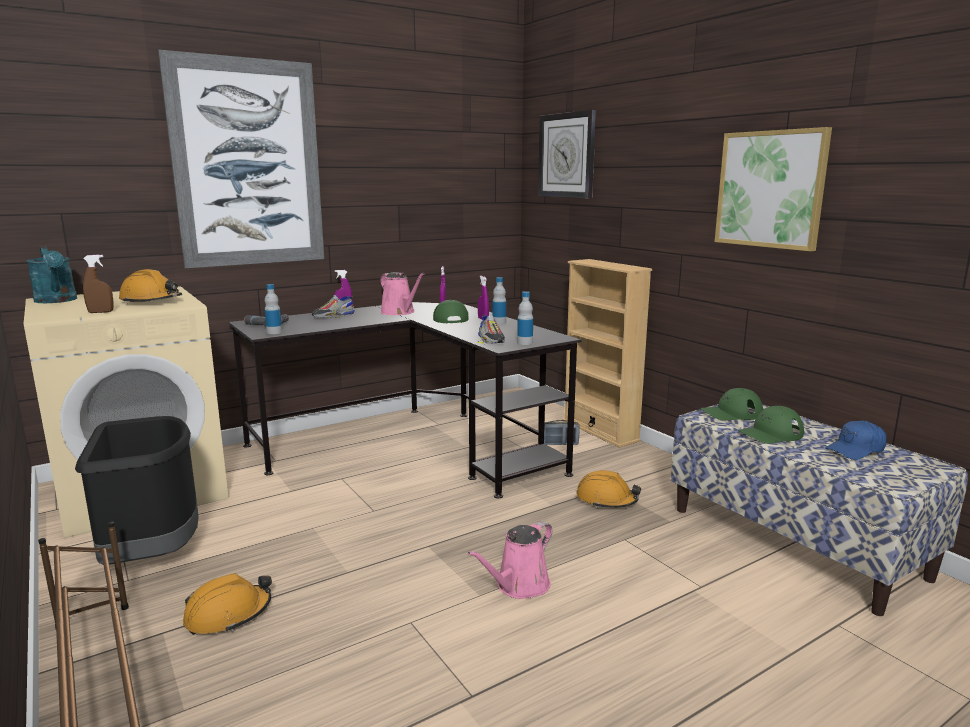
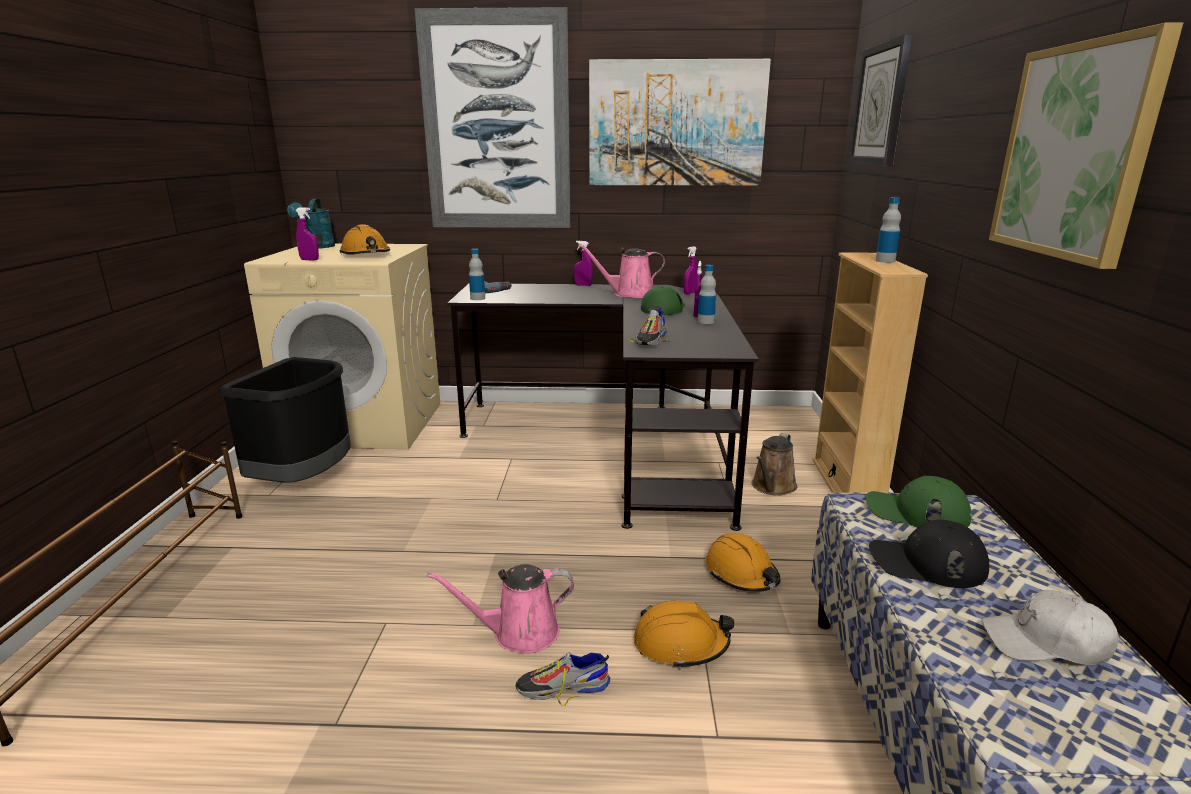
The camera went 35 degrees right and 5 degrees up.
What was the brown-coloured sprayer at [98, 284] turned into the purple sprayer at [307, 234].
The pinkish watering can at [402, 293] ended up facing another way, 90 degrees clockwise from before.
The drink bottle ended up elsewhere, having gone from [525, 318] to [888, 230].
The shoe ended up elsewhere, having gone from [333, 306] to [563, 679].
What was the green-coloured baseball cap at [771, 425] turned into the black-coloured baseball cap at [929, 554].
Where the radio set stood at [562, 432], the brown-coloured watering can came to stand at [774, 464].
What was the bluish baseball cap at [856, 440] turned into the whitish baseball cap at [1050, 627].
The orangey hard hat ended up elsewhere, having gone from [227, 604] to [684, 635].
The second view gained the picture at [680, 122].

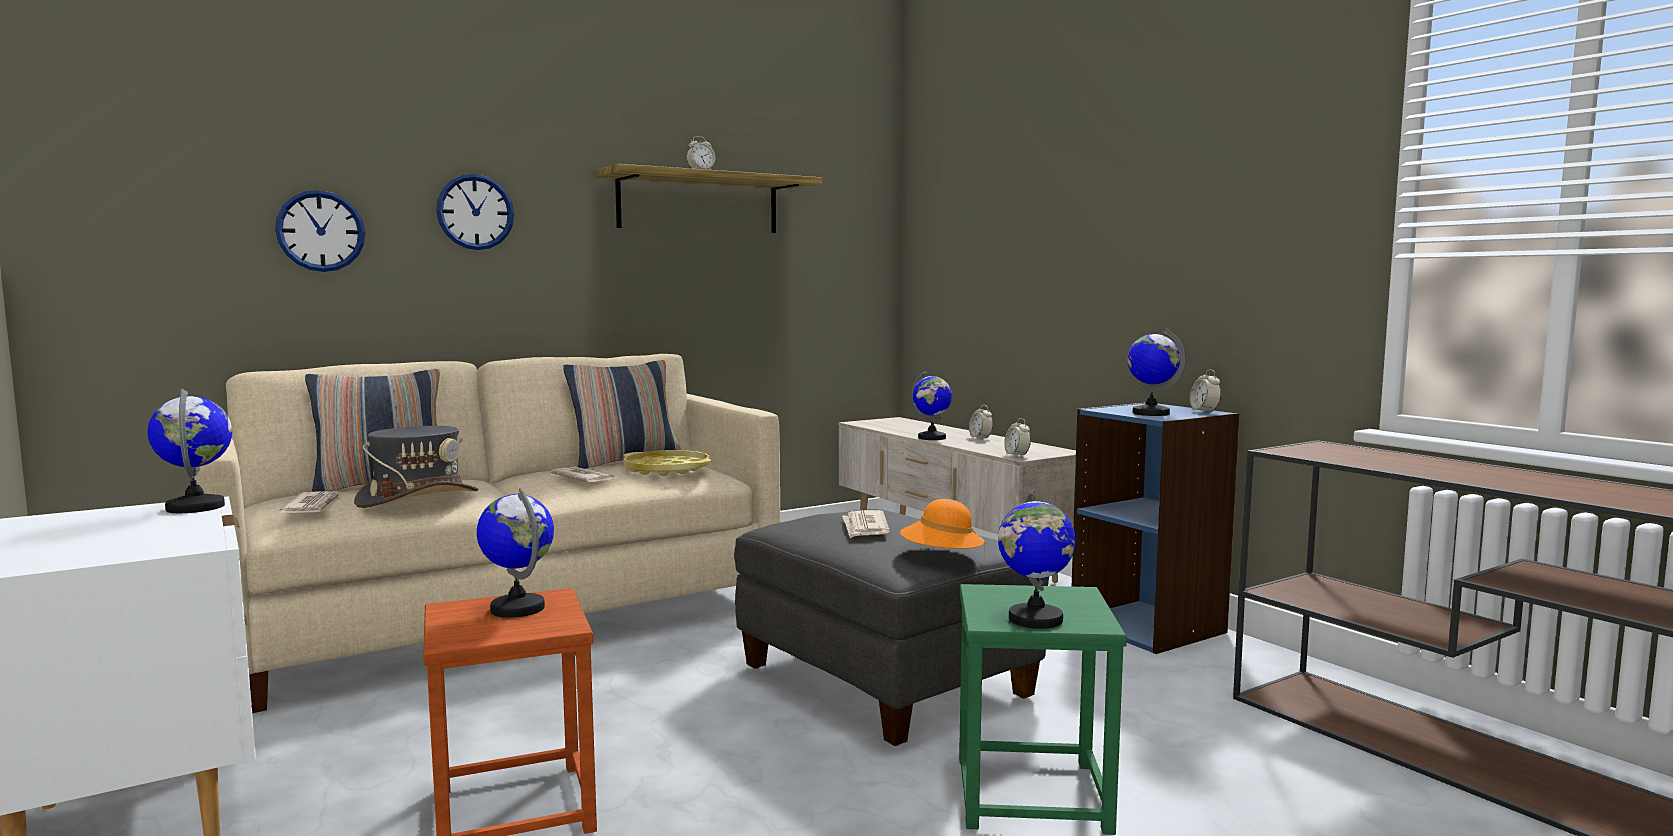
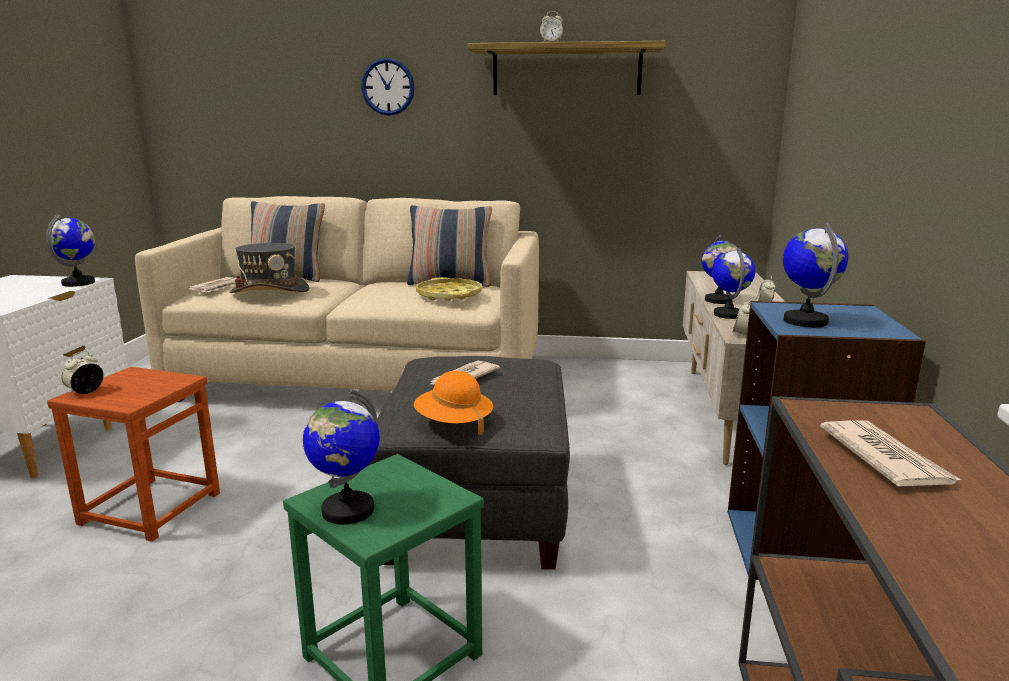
The camera went 40 degrees right and 10 degrees up.
The second view lost the clock on the wall at [320, 231].
The table clock ended up elsewhere, having gone from [1205, 391] to [82, 372].
The newspaper ended up elsewhere, having gone from [583, 474] to [890, 453].
The world globe ended up elsewhere, having gone from [515, 553] to [733, 283].

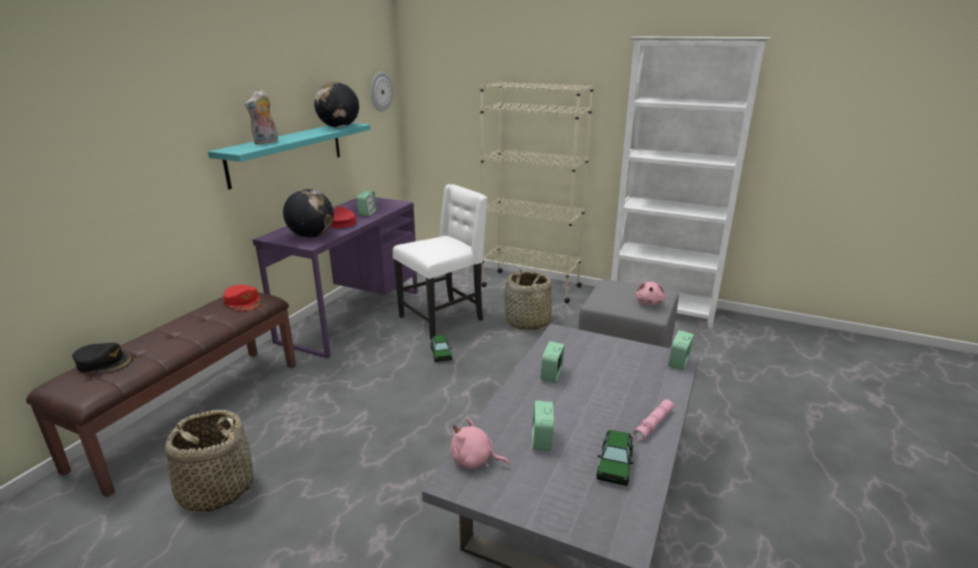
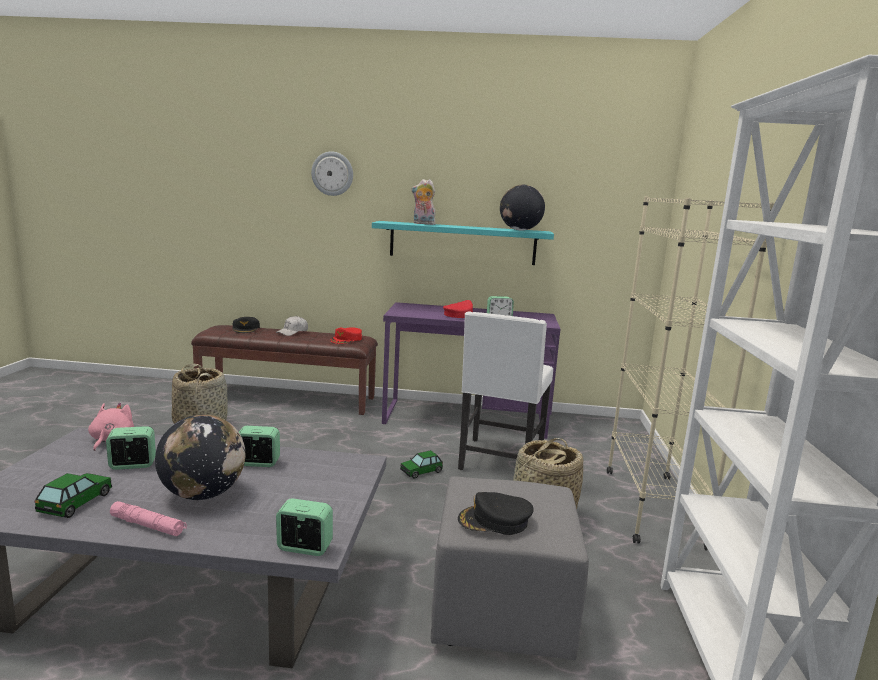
The camera went 70 degrees right and 10 degrees down.
The clock on the wall ended up elsewhere, having gone from [382, 92] to [332, 173].
The whitish plain chair at [440, 261] ended up facing another way, 75 degrees clockwise from before.
The world globe ended up elsewhere, having gone from [308, 213] to [200, 457].
Where the pinkish plush toy stood at [650, 293], the black-coloured baseball cap came to stand at [496, 513].
The toy car at [615, 458] ended up facing another way, 105 degrees clockwise from before.
The second view gained the whitish baseball cap at [292, 326].

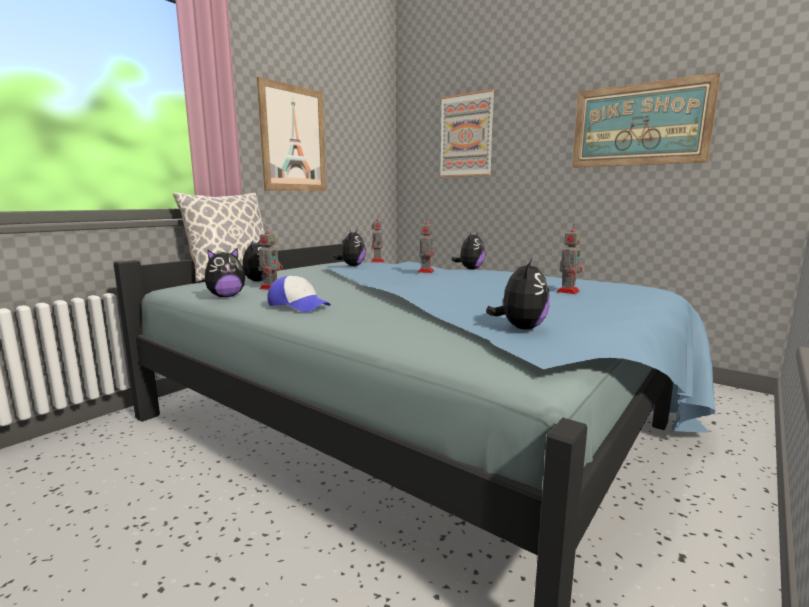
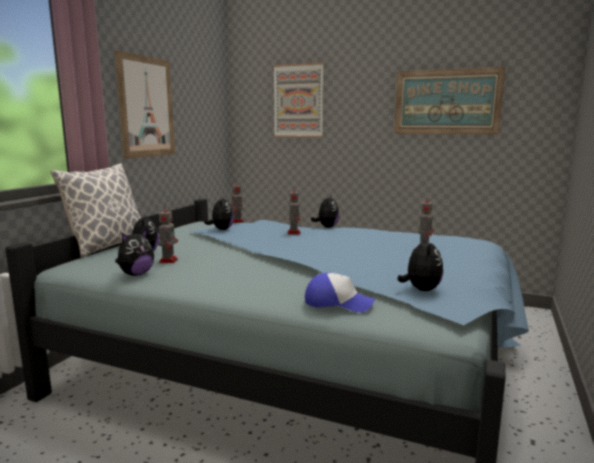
The camera went 15 degrees left and 0 degrees up.
The baseball cap ended up elsewhere, having gone from [299, 294] to [340, 292].

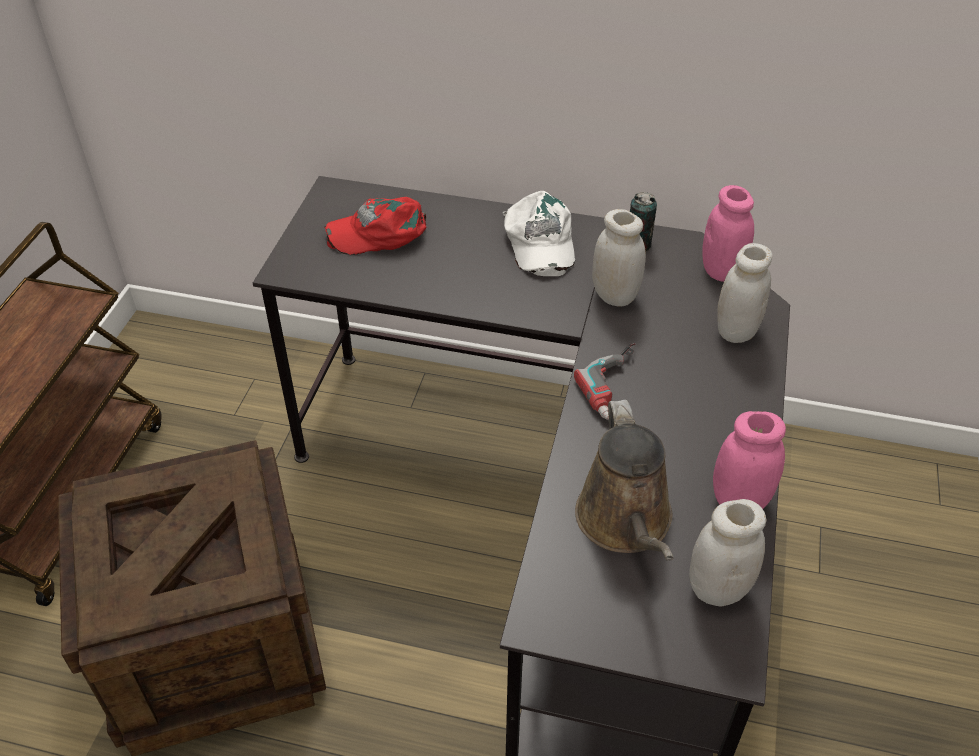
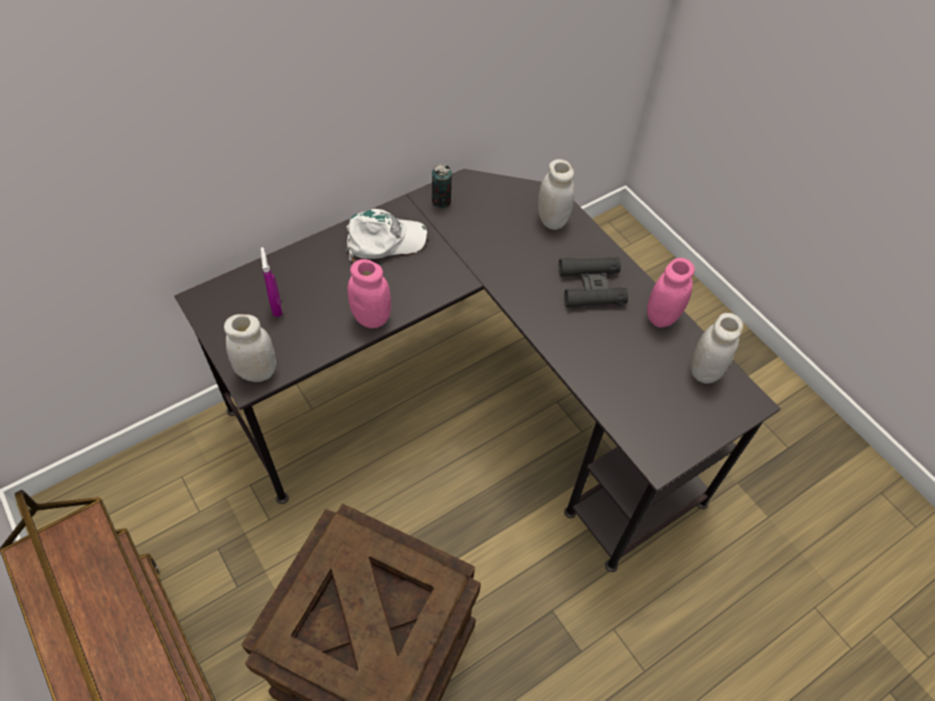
The camera went 50 degrees left and 10 degrees up.
The pinkish jar ended up elsewhere, having gone from [728, 233] to [369, 293].
The whitish baseball cap at [539, 233] ended up facing another way, 45 degrees counterclockwise from before.
Where the reddish baseball cap stood at [375, 226], the purple sprayer came to stand at [271, 282].
The whitish jar ended up elsewhere, having gone from [619, 258] to [250, 348].
The second view lost the electric drill at [605, 381].
The second view lost the brown-coloured watering can at [624, 480].
The second view gained the black-coloured field glasses at [593, 282].

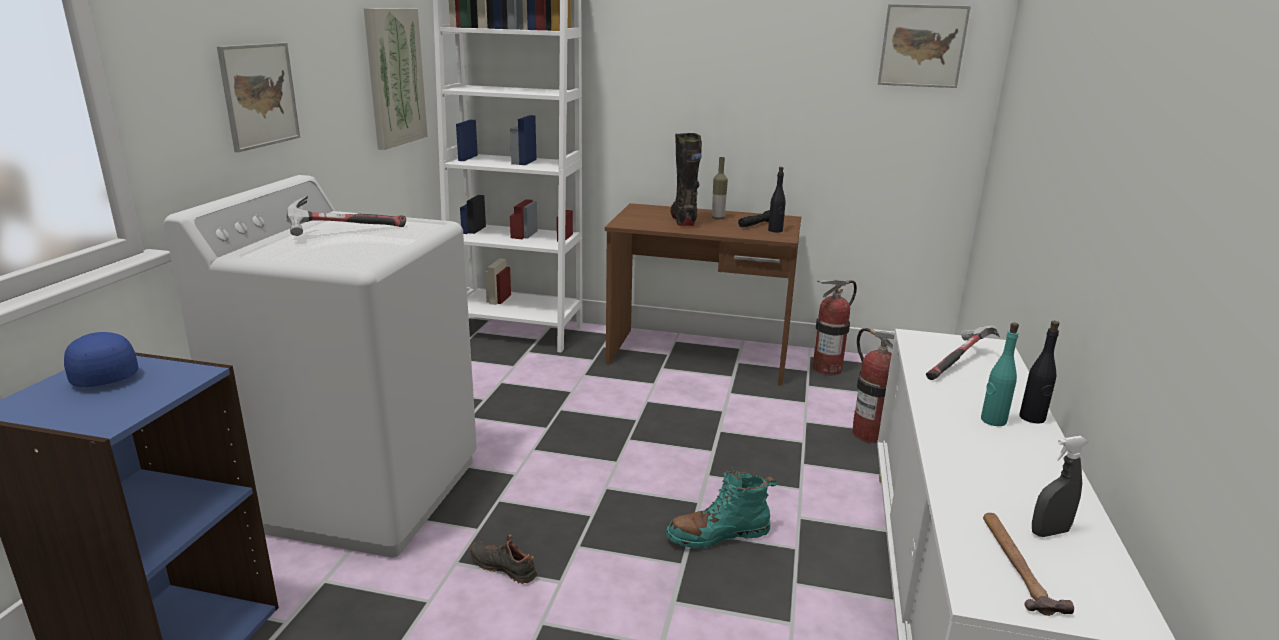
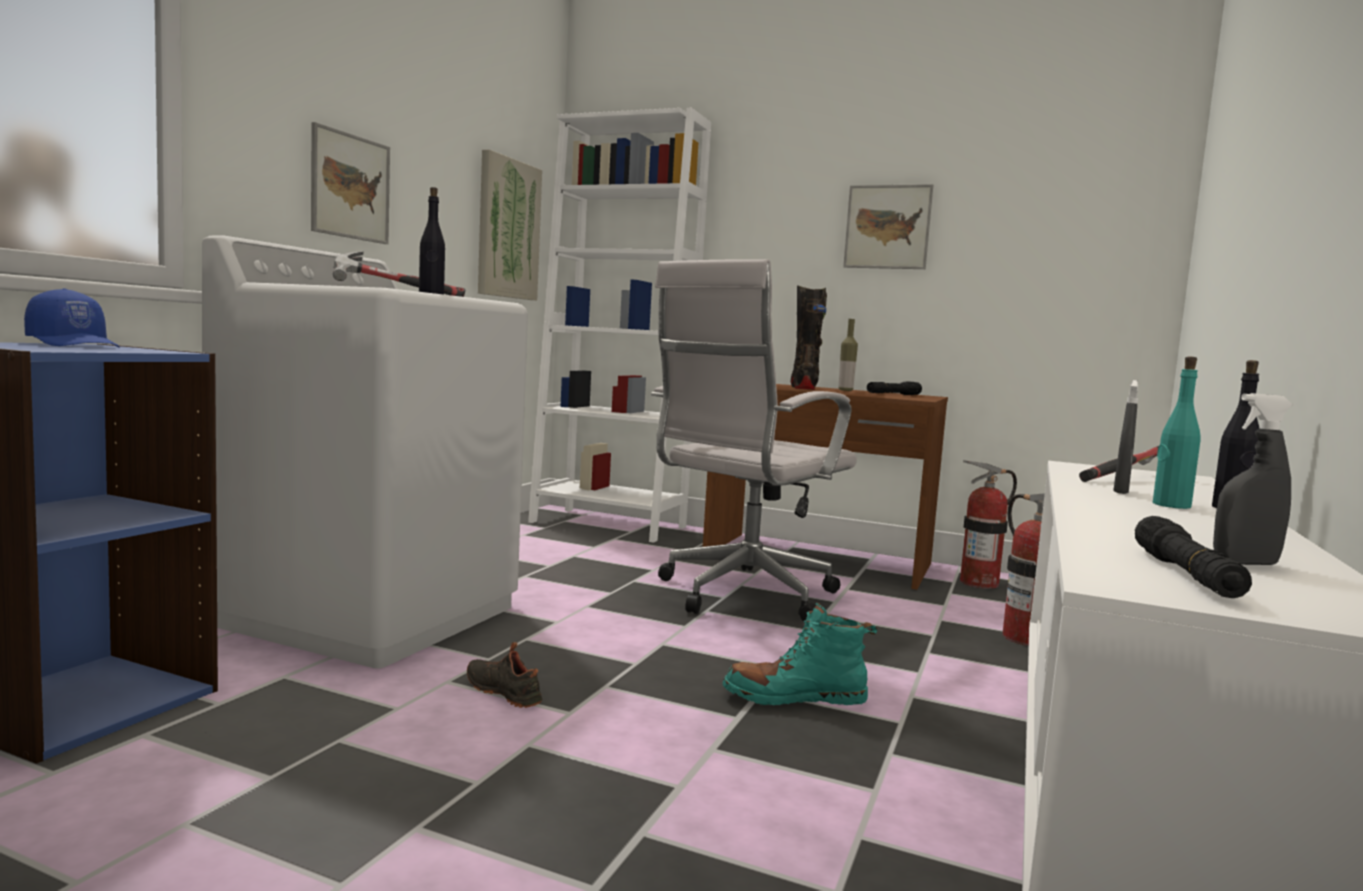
The camera went 10 degrees right and 15 degrees down.
The picture ended up elsewhere, having gone from [924, 46] to [888, 226].
The black-coloured drink bottle ended up elsewhere, having gone from [777, 199] to [432, 241].
The bluish baseball cap at [101, 359] ended up facing another way, 150 degrees clockwise from before.
Where the hammer stood at [1028, 564], the black-coloured torch came to stand at [1193, 557].
The second view gained the whitish desk chair at [754, 440].
The second view gained the greyish sprayer at [1125, 437].

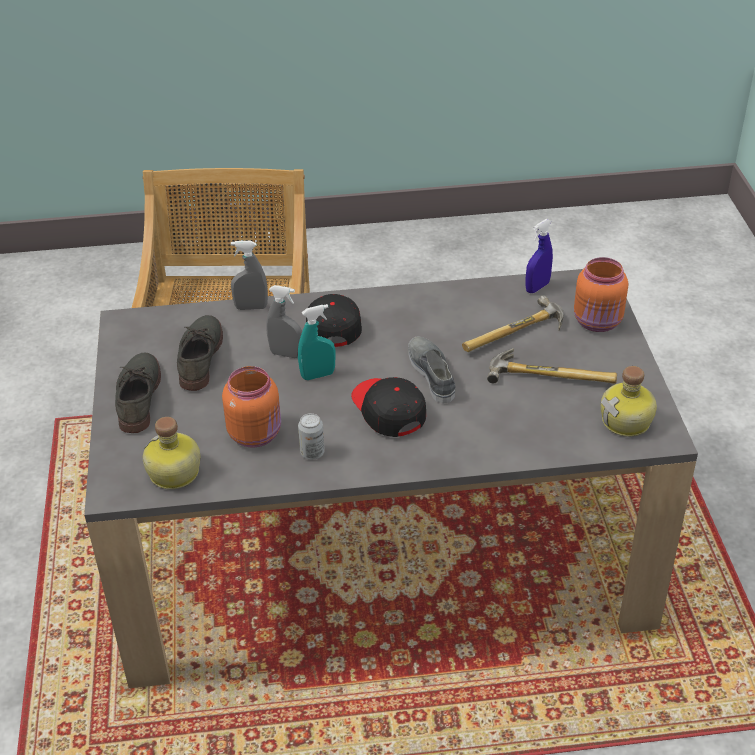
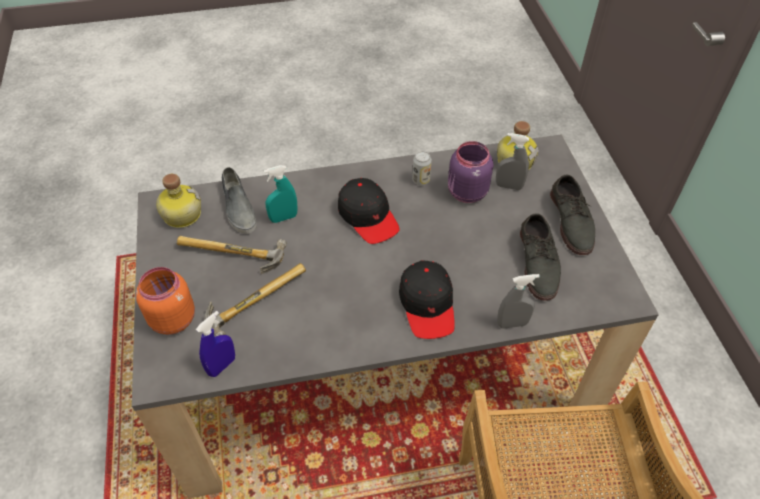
The camera went 175 degrees right and 10 degrees up.
The greyish sprayer ended up elsewhere, having gone from [284, 321] to [512, 161].
The turquoise-coloured sprayer ended up elsewhere, having gone from [317, 342] to [280, 194].
The greyish shoe ended up elsewhere, having gone from [431, 370] to [239, 200].
What was the orangey jar at [251, 407] turned into the purple jar at [470, 172].

